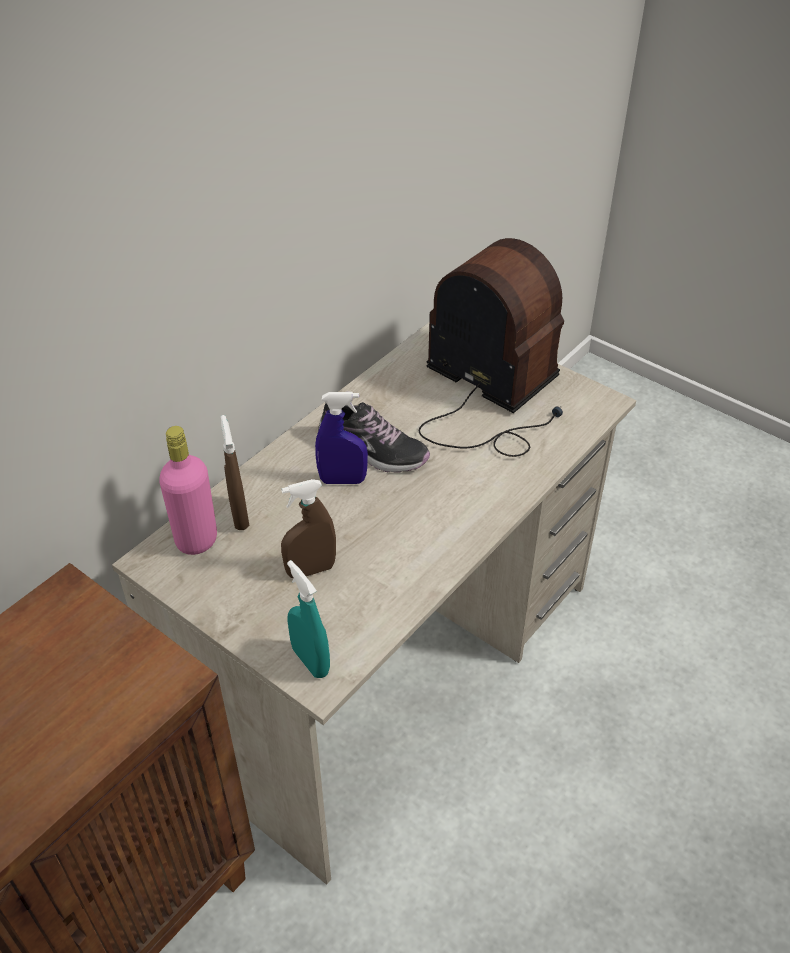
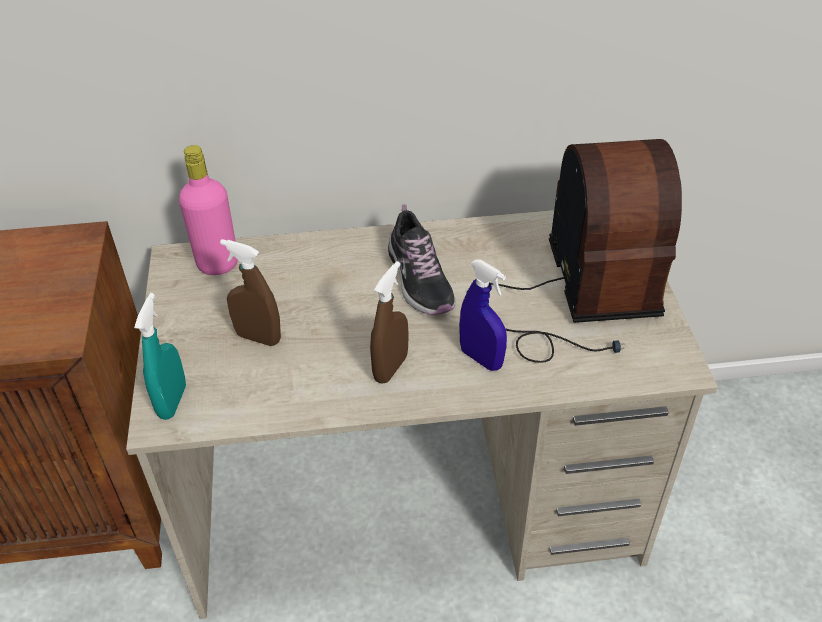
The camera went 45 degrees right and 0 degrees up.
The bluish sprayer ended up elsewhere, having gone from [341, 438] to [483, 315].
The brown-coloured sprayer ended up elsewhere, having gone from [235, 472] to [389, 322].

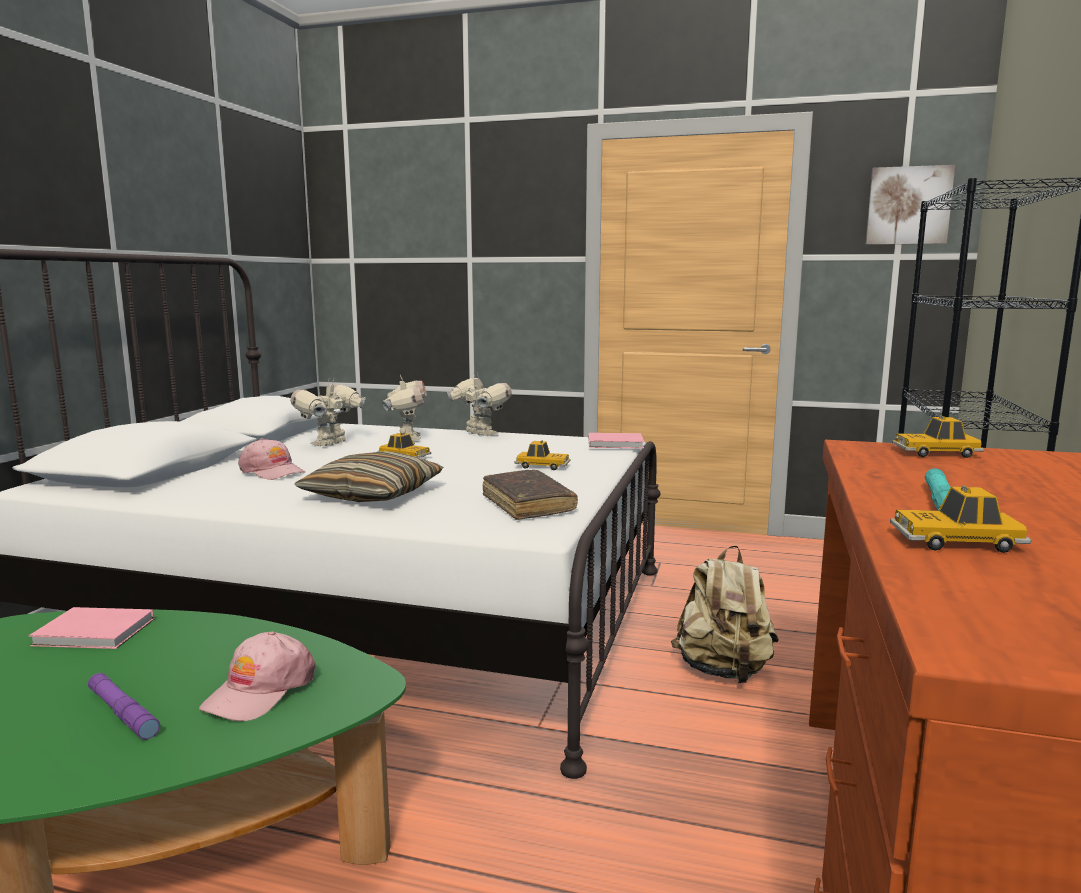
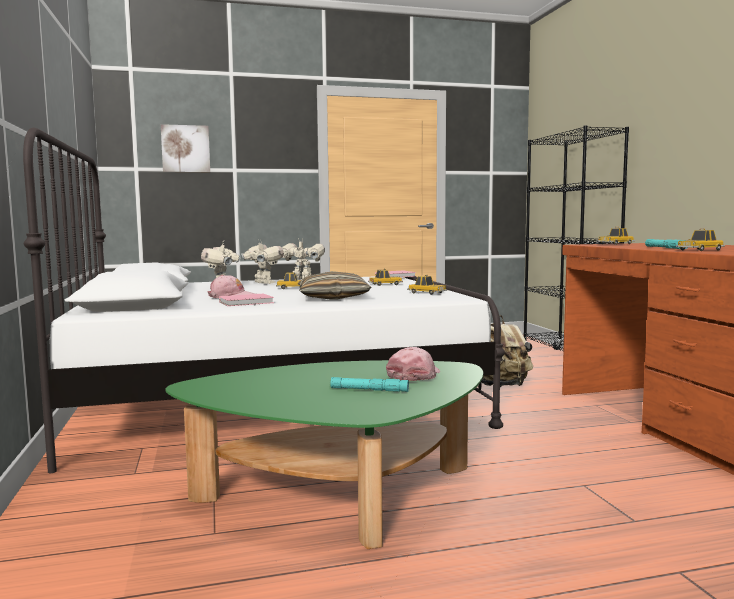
The camera went 30 degrees left and 5 degrees down.
The picture ended up elsewhere, having gone from [910, 205] to [185, 148].
Where the brown-coloured book stood at [530, 495], the toy car came to stand at [427, 285].
The pinkish book ended up elsewhere, having gone from [91, 628] to [246, 299].
The pinkish baseball cap at [257, 676] ended up facing another way, 150 degrees counterclockwise from before.
What was the purple torch at [124, 706] turned into the turquoise-coloured torch at [369, 384].

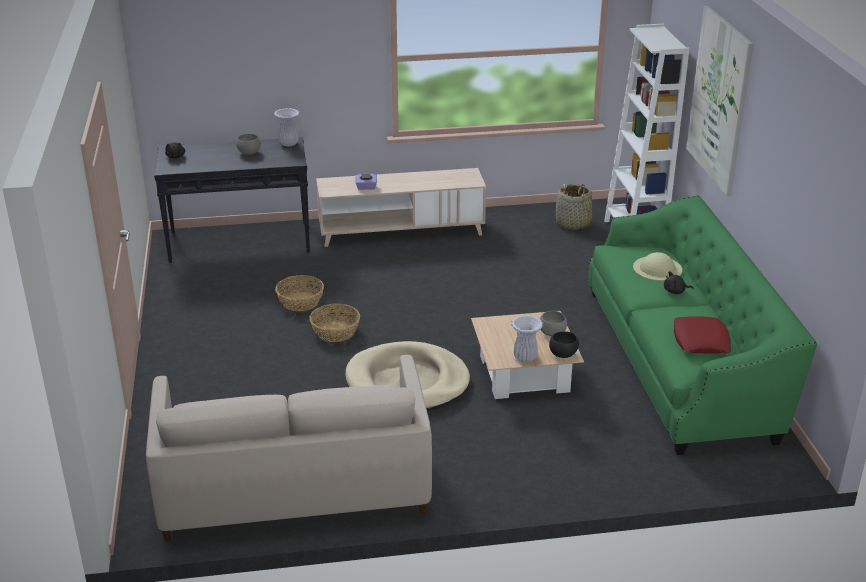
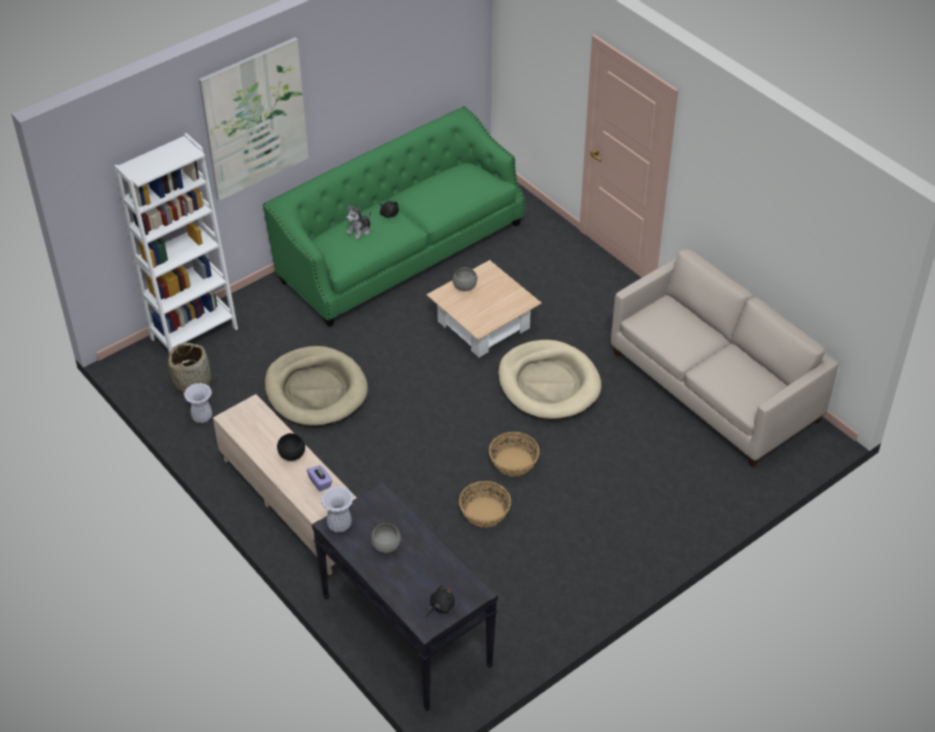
The camera went 120 degrees left and 15 degrees up.
Where the beige wearable hat stood at [658, 266], the plush toy came to stand at [358, 222].
The whitish decorative vase ended up elsewhere, having gone from [527, 338] to [198, 403].
The second view lost the reddish cushion at [702, 334].
The black-coloured bowl ended up elsewhere, having gone from [564, 344] to [291, 447].
The second view gained the beige dog cushion at [316, 386].

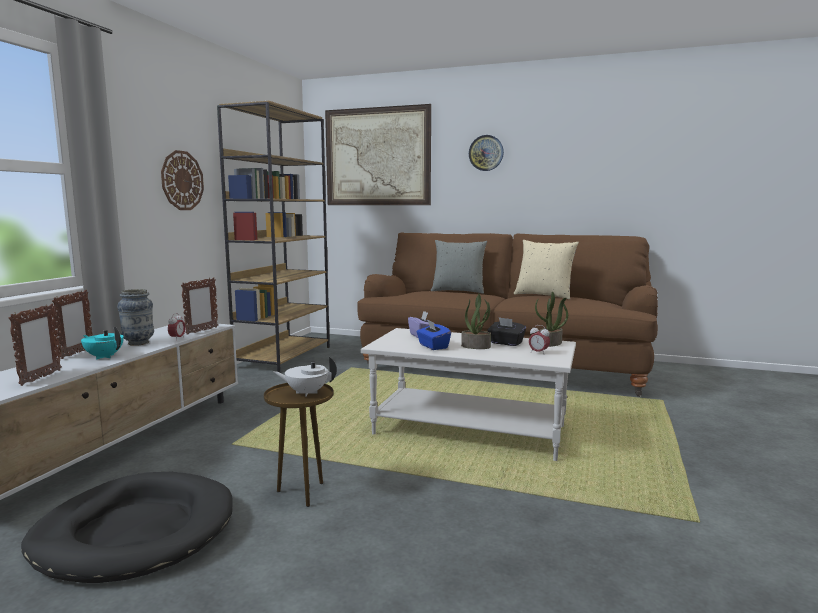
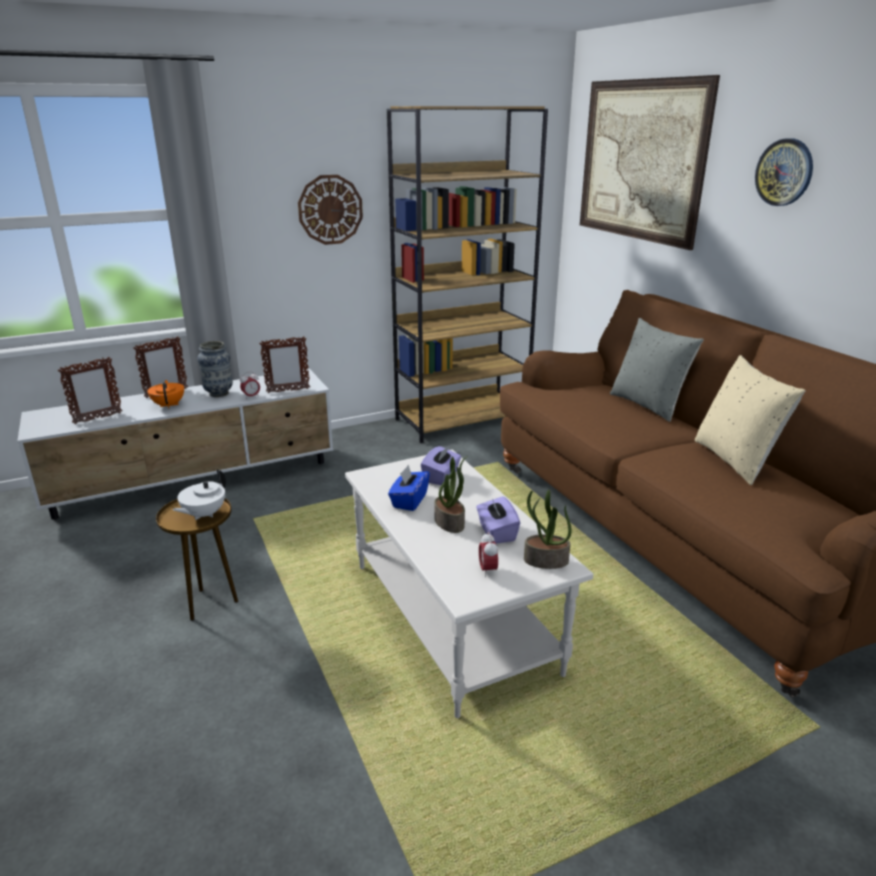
The camera went 45 degrees right and 15 degrees up.
What was the black-coloured tissue holder at [506, 331] turned into the purple tissue holder at [498, 520].
What was the turquoise-coloured teapot at [102, 343] turned into the orangey teapot at [165, 394].
The whitish teapot at [305, 377] ended up facing another way, 105 degrees counterclockwise from before.
The second view lost the black-coloured dog cushion at [127, 527].

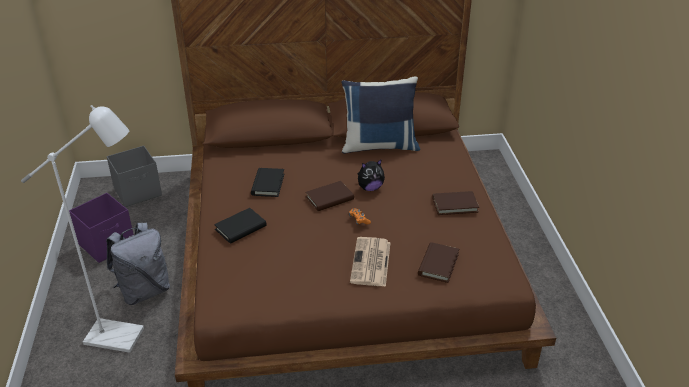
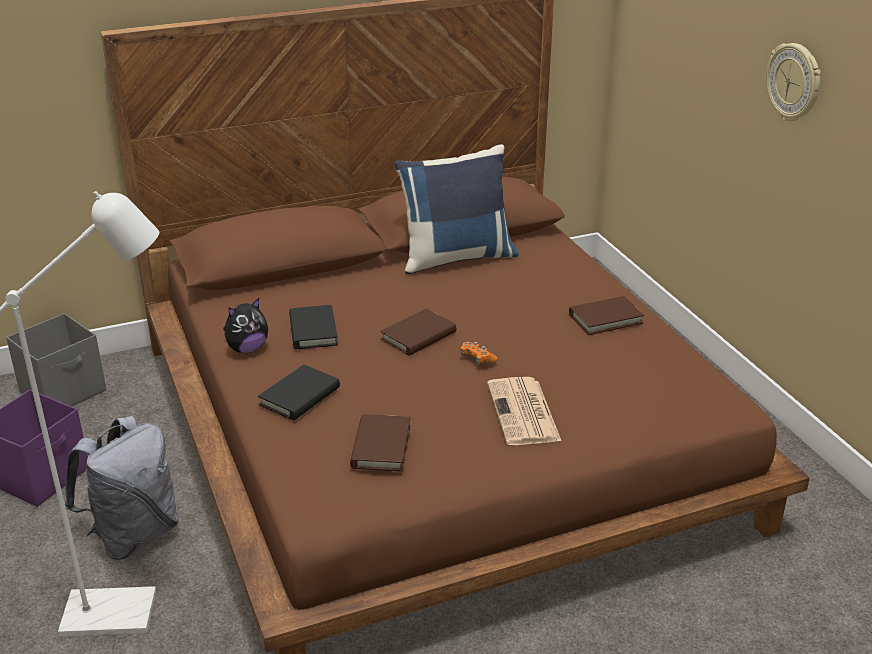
The camera went 15 degrees left and 5 degrees down.
The plush toy ended up elsewhere, having gone from [371, 175] to [245, 325].
The brown-coloured book ended up elsewhere, having gone from [438, 262] to [380, 443].
The second view gained the clock on the wall at [793, 82].

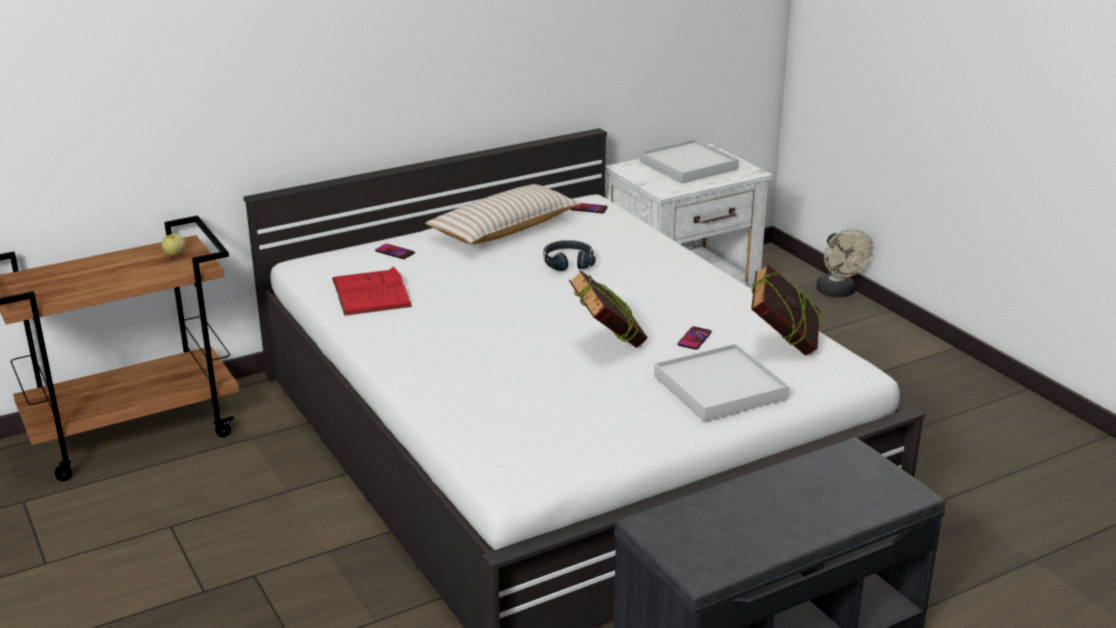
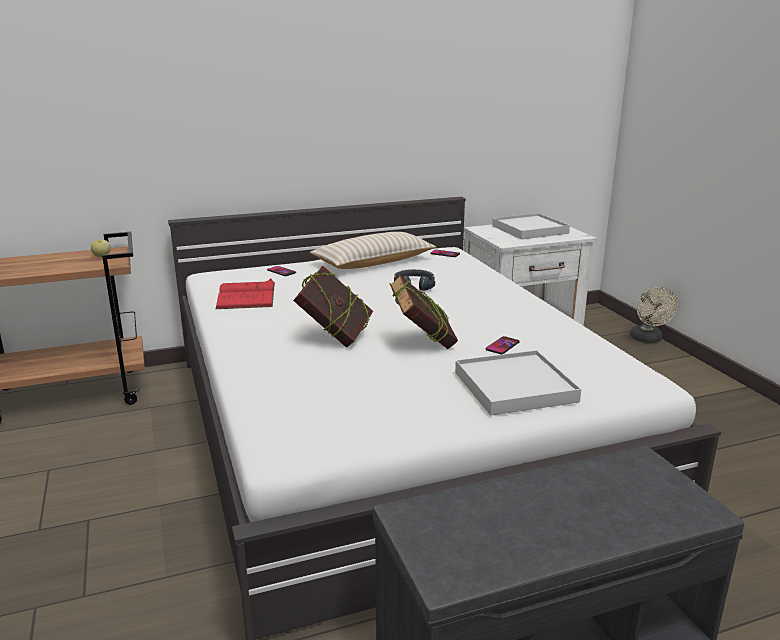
The camera went 10 degrees right and 5 degrees down.
The book ended up elsewhere, having gone from [786, 310] to [333, 307].

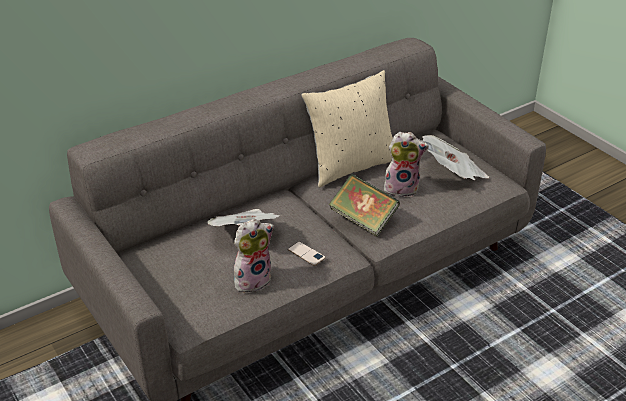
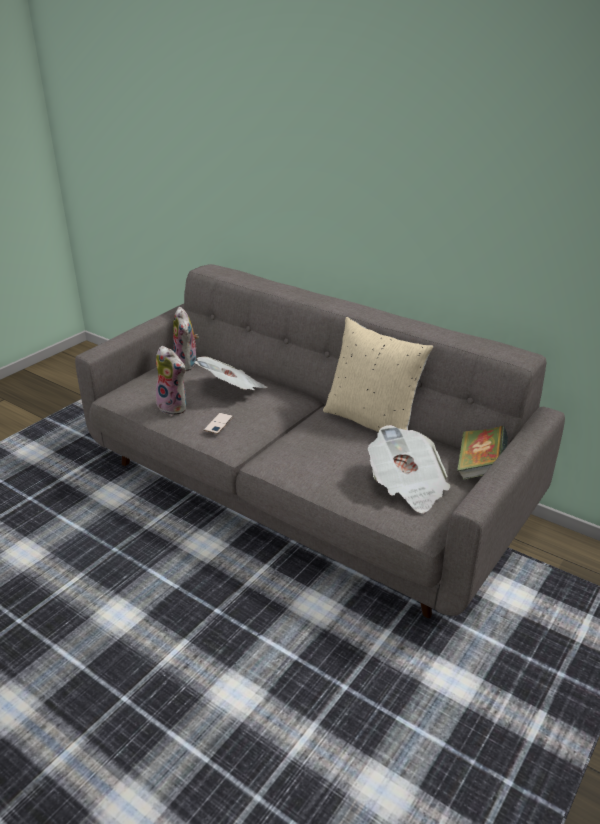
The camera went 70 degrees right and 5 degrees down.
The plush toy ended up elsewhere, having gone from [406, 164] to [186, 339].
The book ended up elsewhere, having gone from [364, 205] to [482, 453].

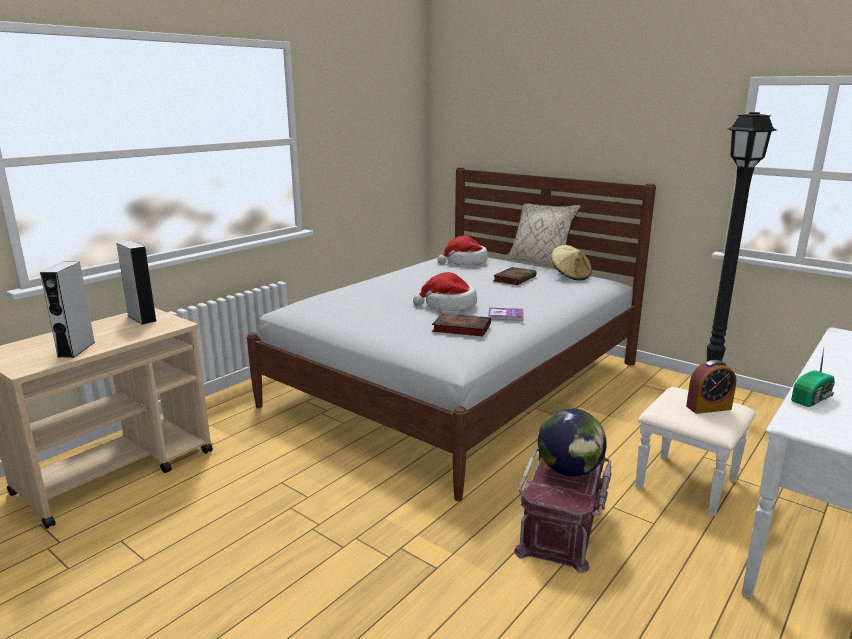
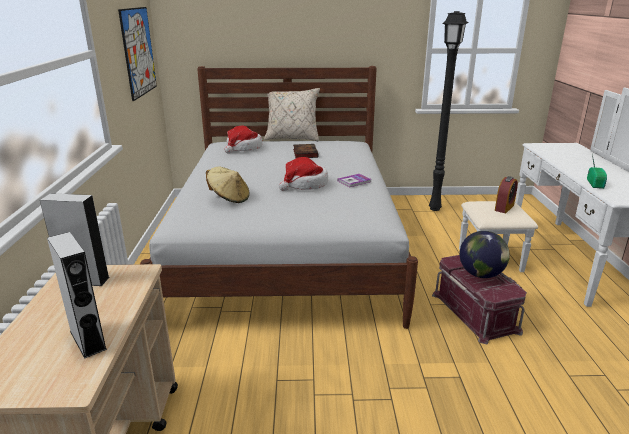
The camera went 40 degrees left and 5 degrees up.
The beige wearable hat ended up elsewhere, having gone from [571, 262] to [228, 185].
The second view lost the book at [461, 324].
The second view gained the picture at [137, 54].

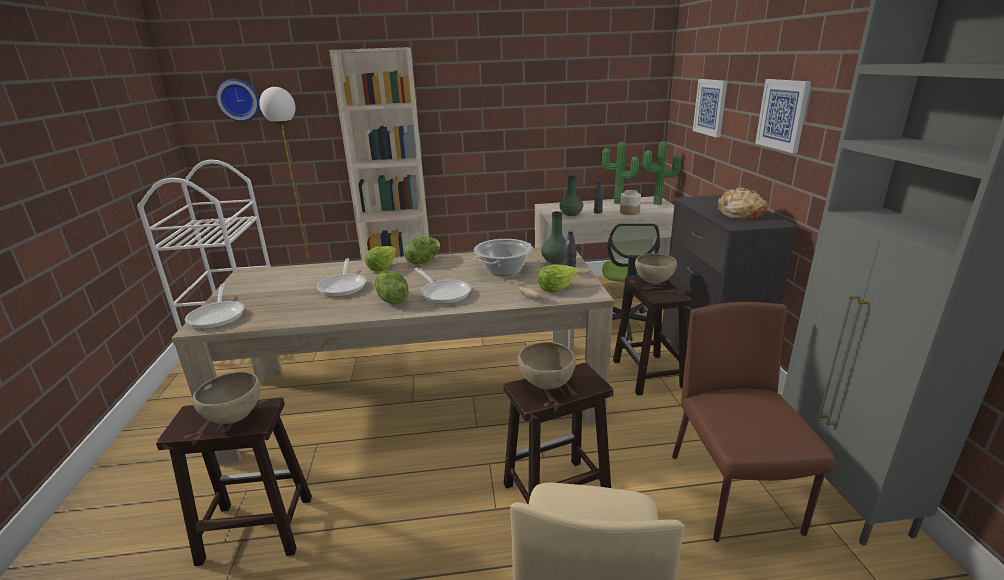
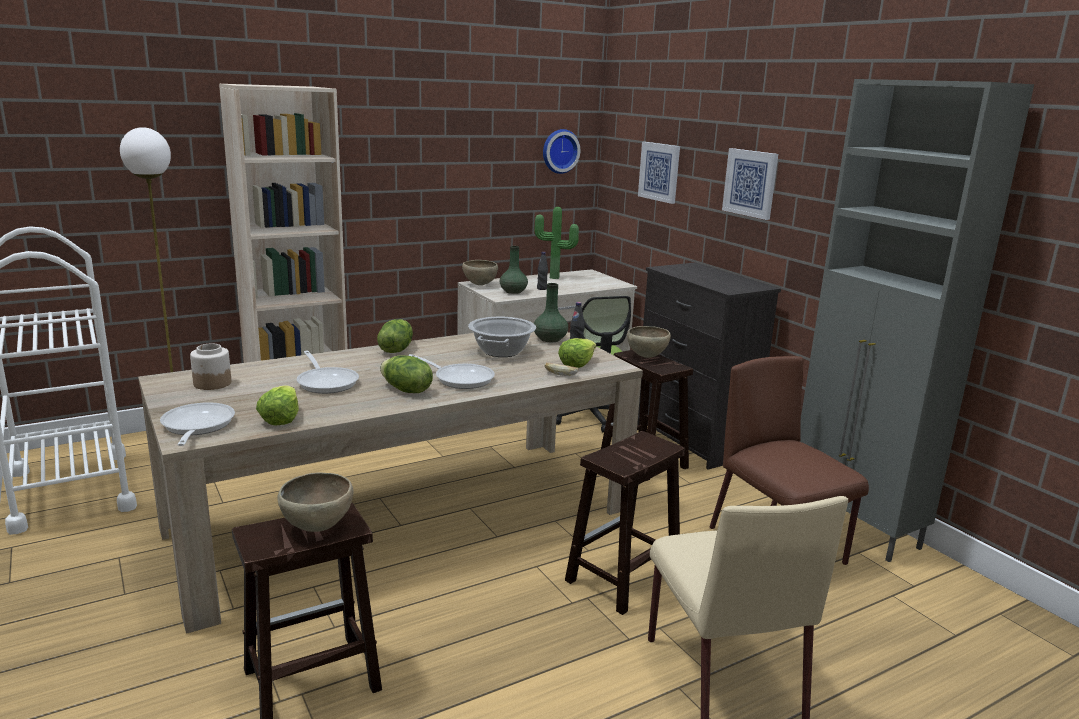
The camera went 25 degrees left and 5 degrees down.
The clock on the wall ended up elsewhere, having gone from [238, 100] to [561, 151].
The second view lost the houseplant at [662, 173].
The second view lost the baked bread at [742, 203].
The jar ended up elsewhere, having gone from [630, 202] to [210, 367].
The lettuce ended up elsewhere, having gone from [381, 258] to [277, 405].
The frying pan at [214, 306] ended up facing another way, 150 degrees counterclockwise from before.
The brown-coloured bowl ended up elsewhere, having gone from [547, 365] to [480, 272].

